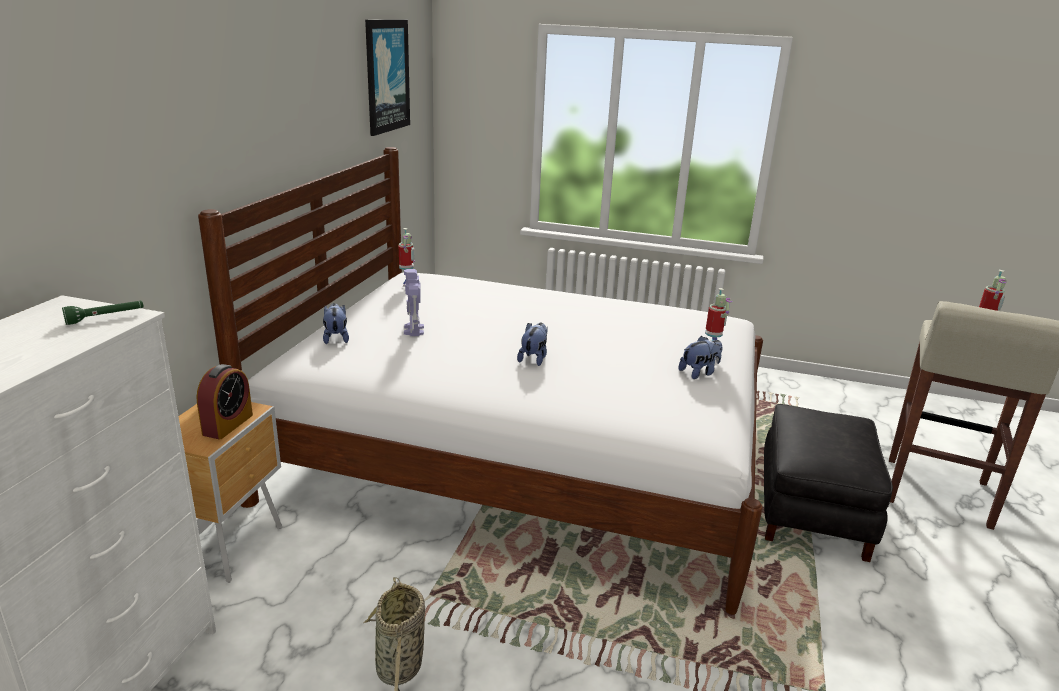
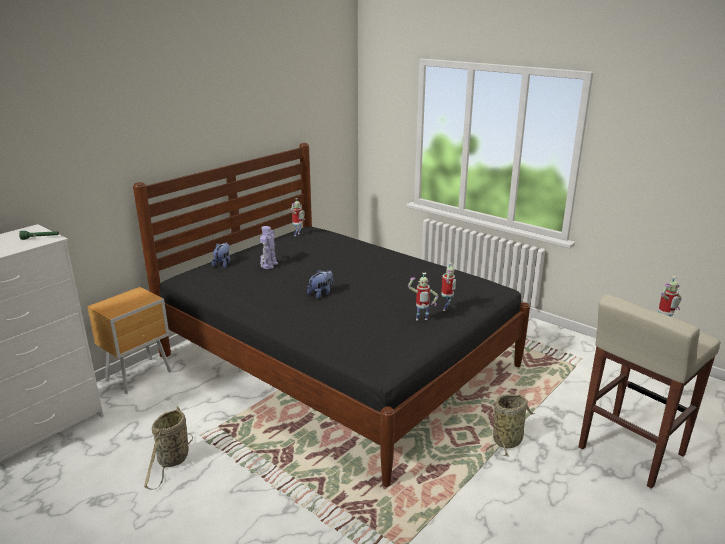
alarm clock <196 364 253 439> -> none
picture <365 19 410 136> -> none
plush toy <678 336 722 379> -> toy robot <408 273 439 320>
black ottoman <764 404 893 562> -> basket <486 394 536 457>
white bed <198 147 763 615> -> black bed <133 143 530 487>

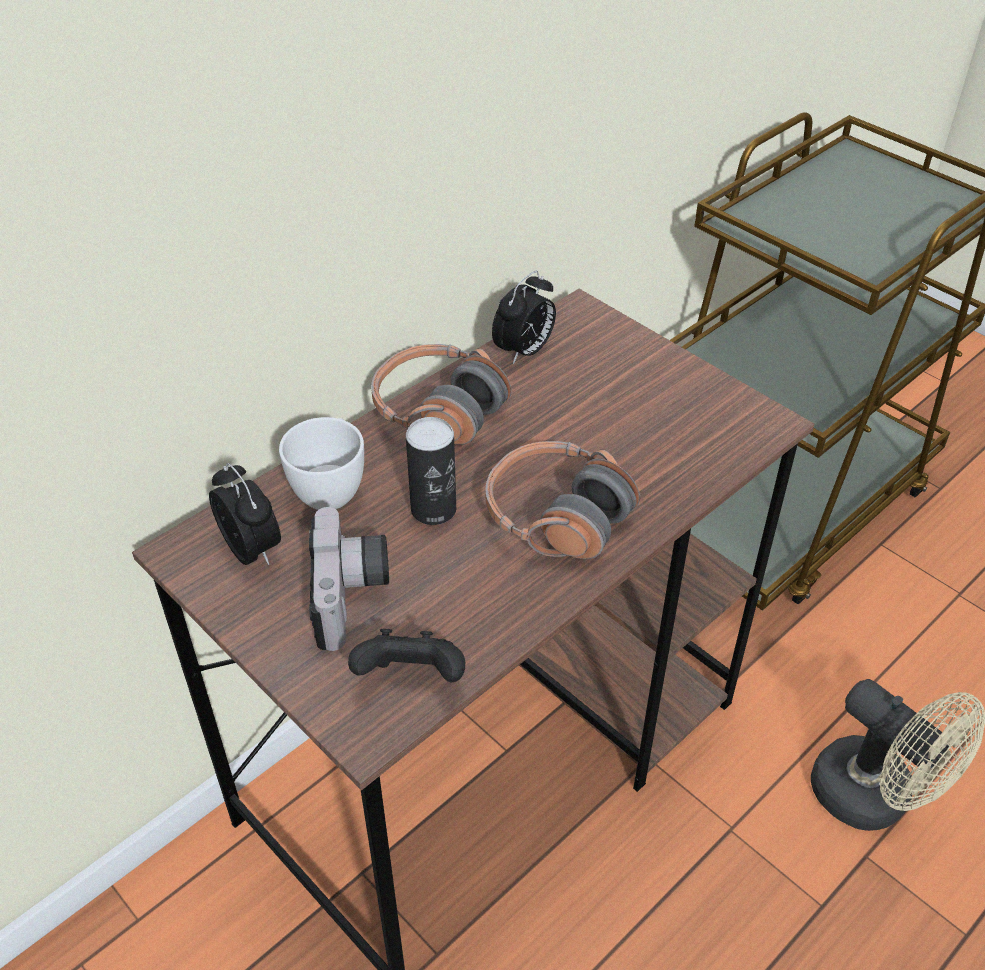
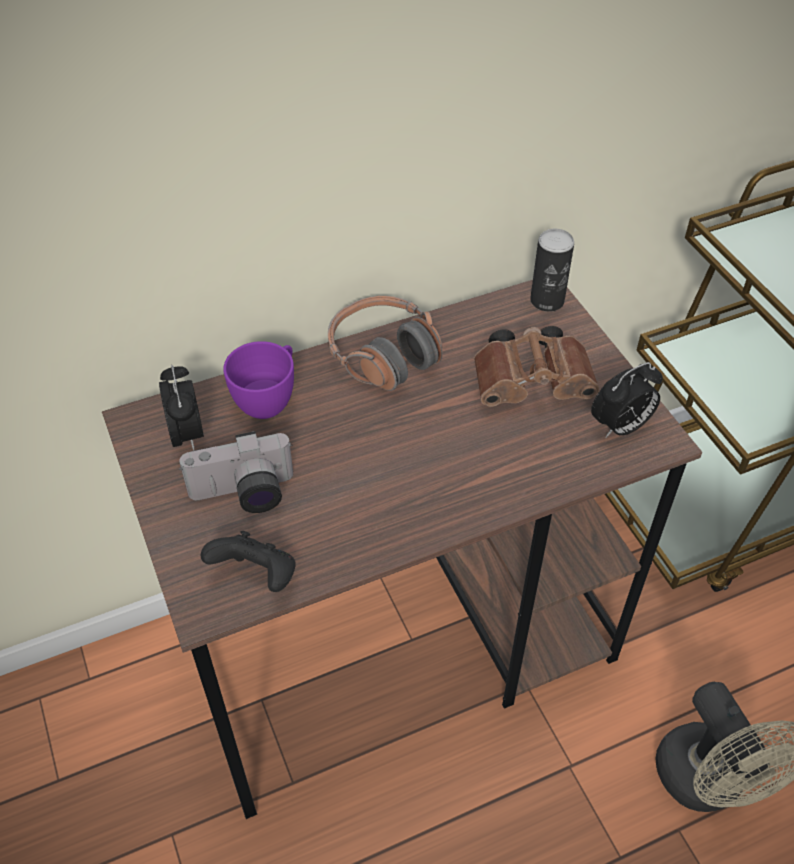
headphones <486 441 640 559> -> none
none -> brown binoculars <474 326 599 407>
can <406 417 456 525> -> can <530 229 574 312>, move
alarm clock <492 271 556 364> -> alarm clock <591 362 663 438>, move
white cup <279 417 364 510> -> purple cup <223 341 294 419>
photo camera <309 507 389 651> -> photo camera <179 431 293 513>, 60 degrees clockwise

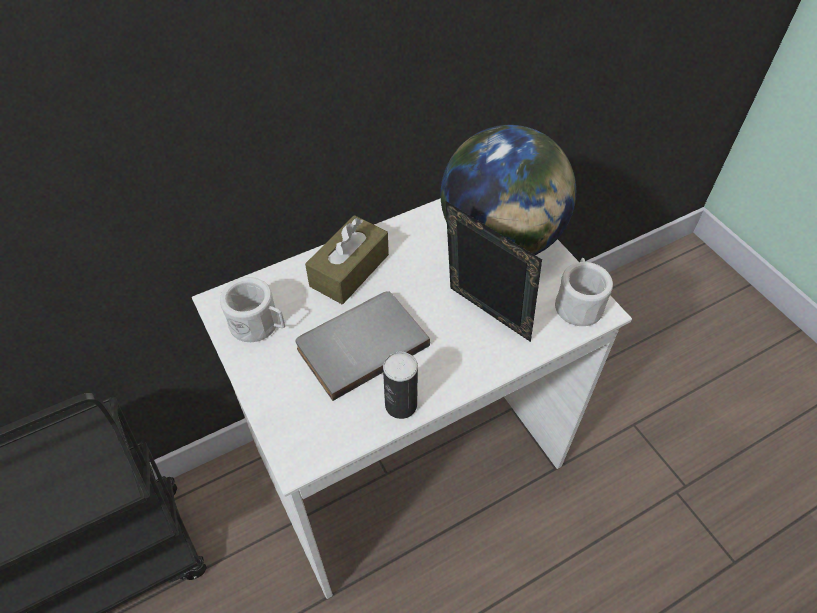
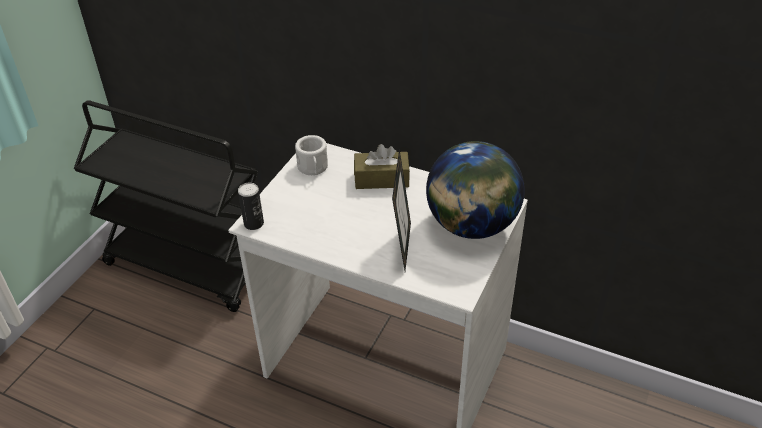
grey book <295 291 430 401> -> none
white mug <555 258 613 326> -> none
can <383 352 418 419> -> can <238 183 264 230>, move

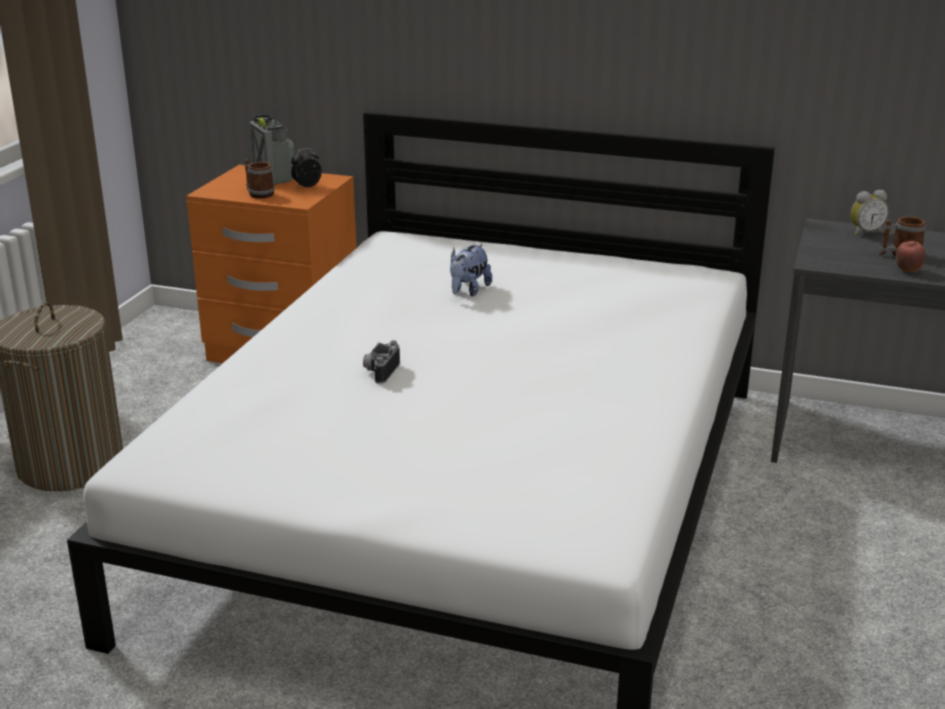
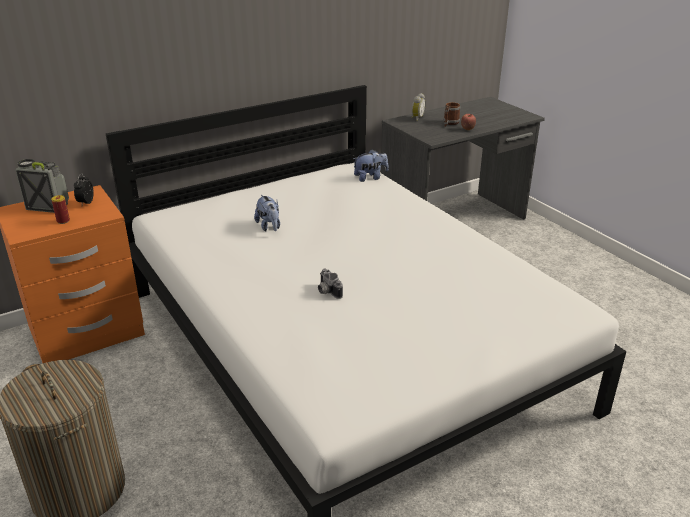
none -> plush toy <353 149 388 182>
mug <244 159 275 198> -> can <51 195 70 224>

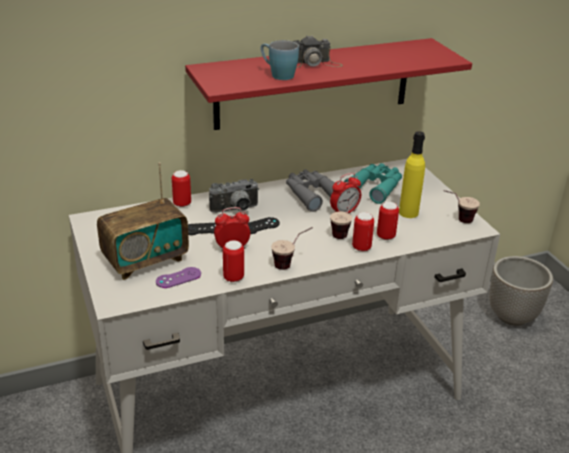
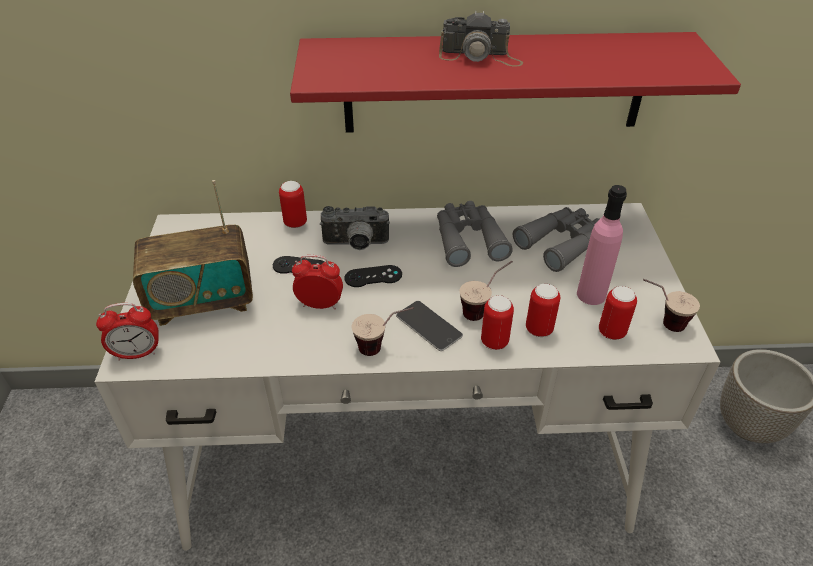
purple game controller <156 267 201 288> -> none
blue mug <261 40 299 80> -> none
none -> phone <396 301 463 351>
can <223 240 244 282> -> can <599 286 637 340>, move
alarm clock <330 173 361 213> -> alarm clock <96 303 159 361>, move
turquoise binoculars <344 163 402 204> -> grey binoculars <513 207 599 272>
yellow bottle <399 131 425 218> -> pink bottle <577 185 627 305>

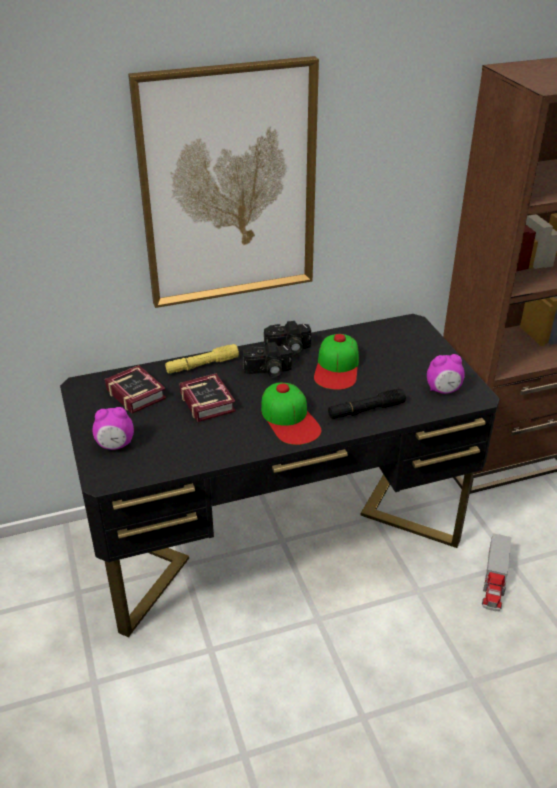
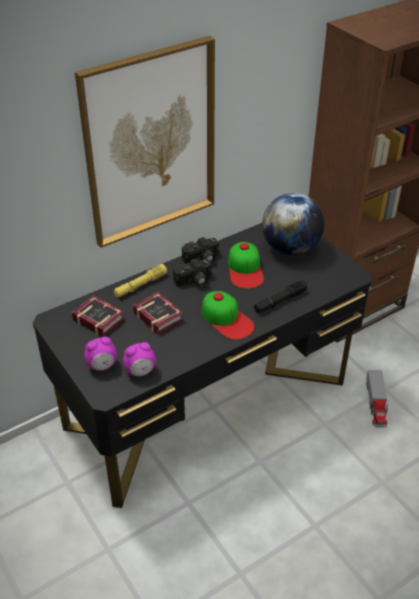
none -> globe <262 193 324 255>
alarm clock <427 354 465 394> -> alarm clock <123 342 156 377>, move

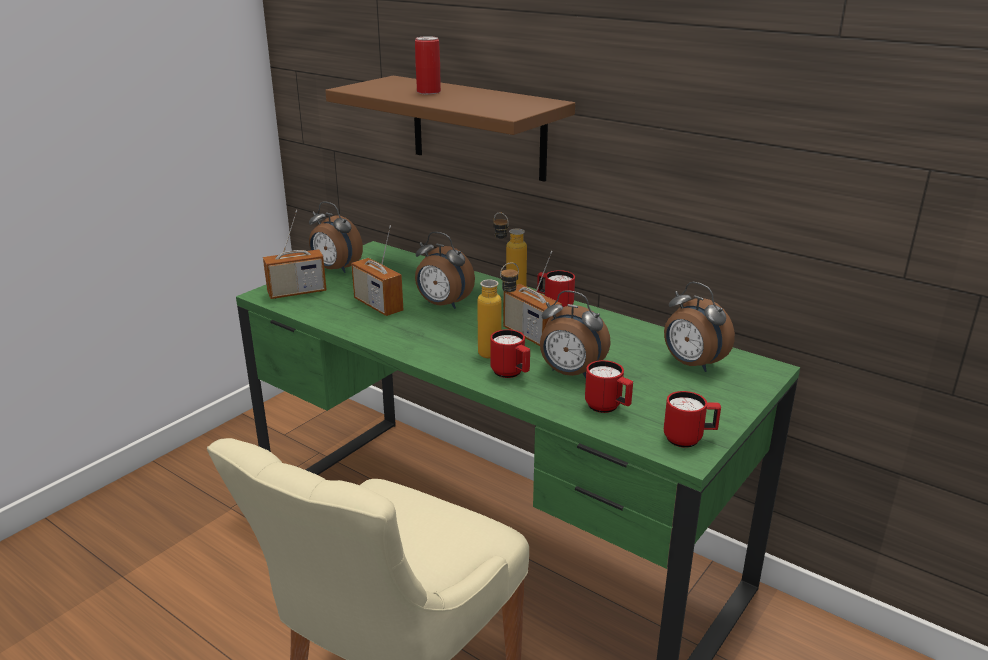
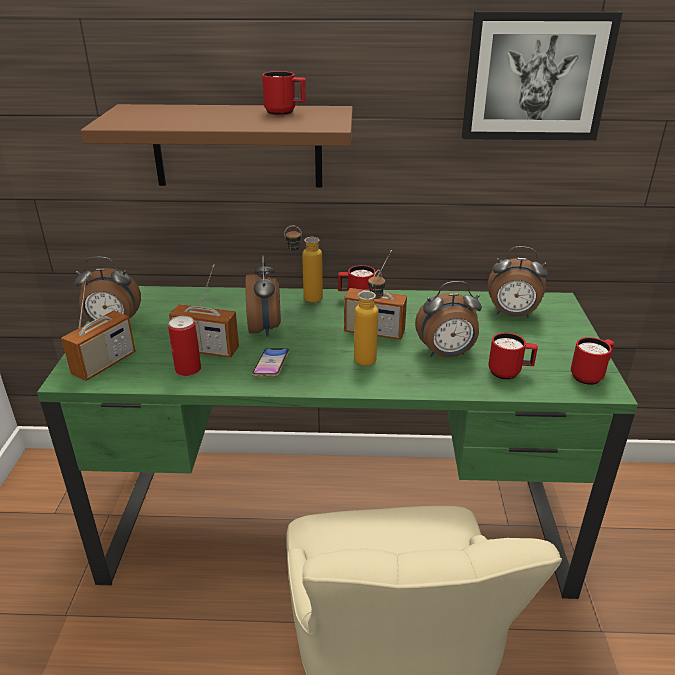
none -> phone <252 348 290 377>
none -> picture <462 11 622 140>
can <415 36 441 95> -> can <168 316 201 376>, move
red mug <490 329 530 378> -> red mug <262 71 306 115>, move
alarm clock <415 232 475 309> -> alarm clock <245 255 281 337>, 90 degrees counterclockwise

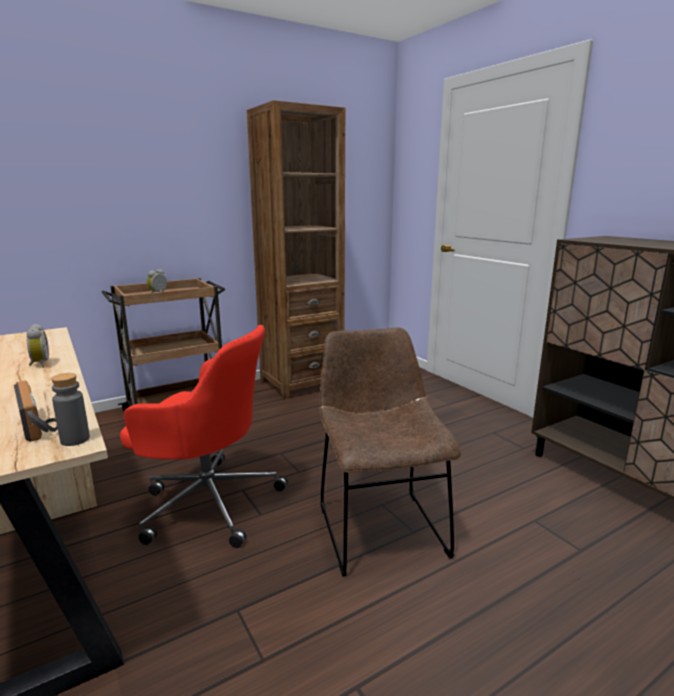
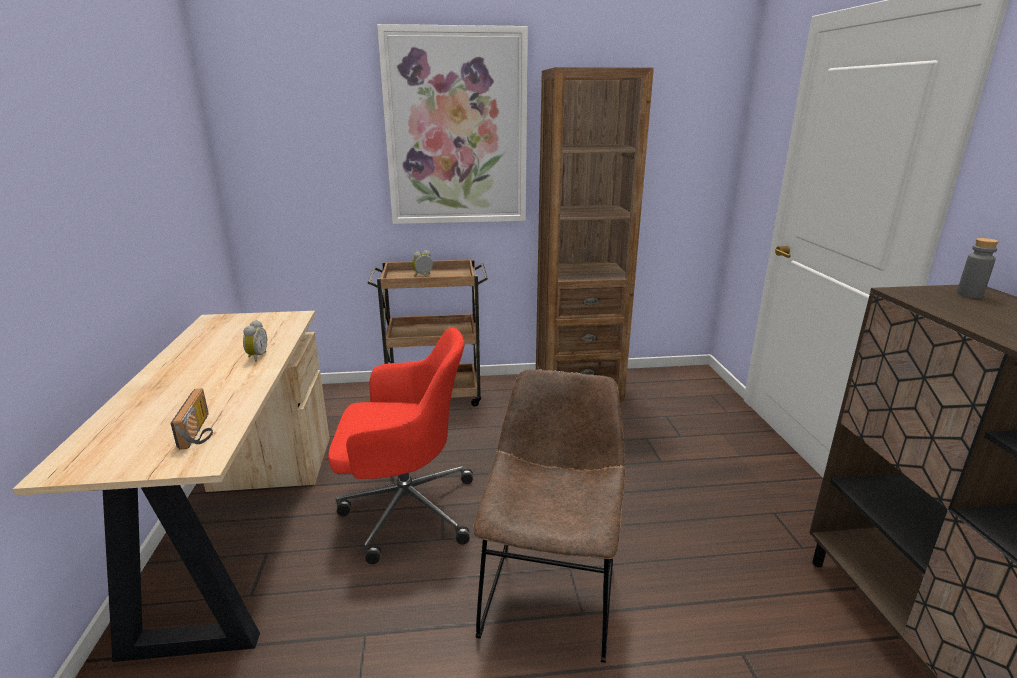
none -> picture <377 24 528 224>
grey bottle <51 373 90 446> -> grey bottle <957 238 999 298>, move
red office chair <120 325 288 548> -> red office chair <328 327 473 564>, 45 degrees counterclockwise

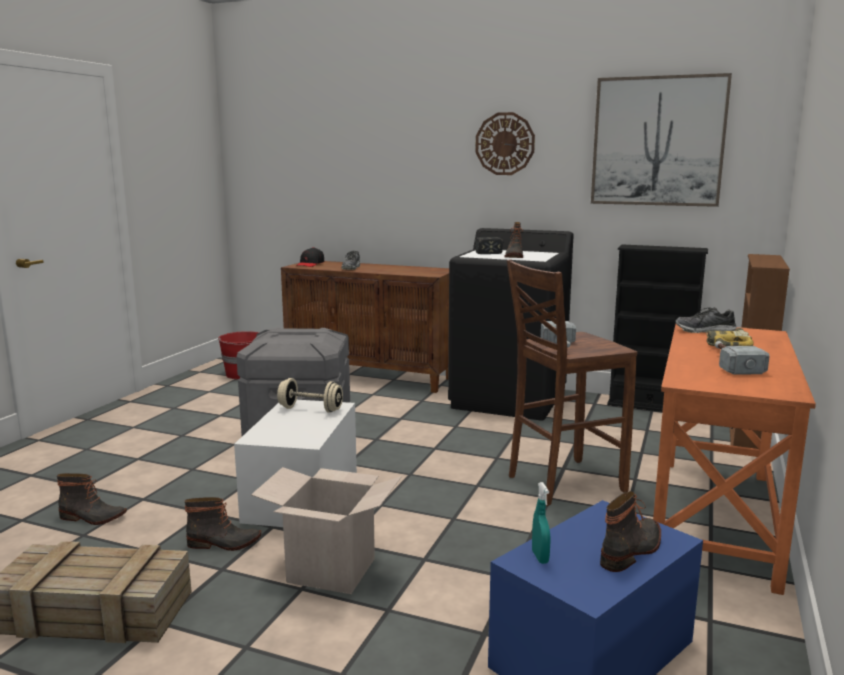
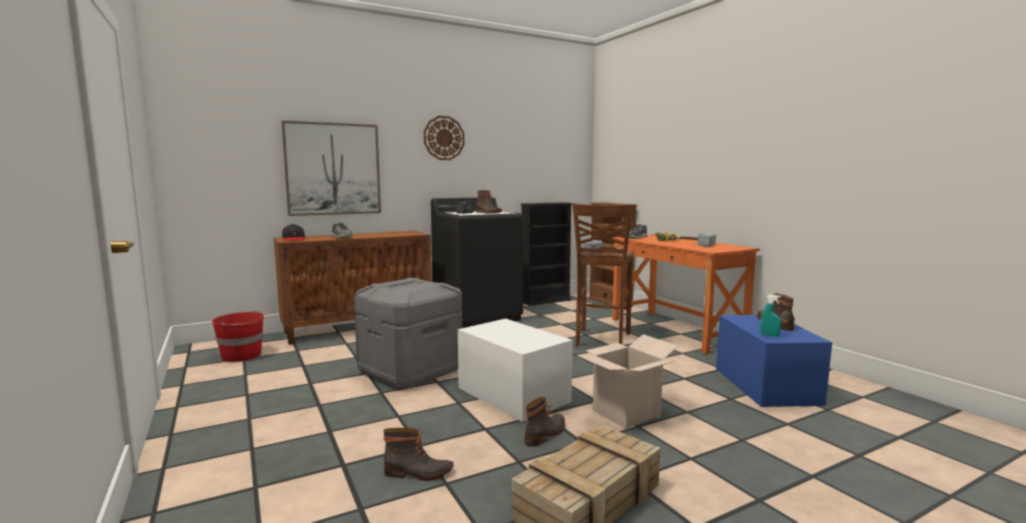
beige dumbbell <277 378 343 413> -> none
picture <591 73 732 207> -> picture <281 121 381 216>, move
boot <57 473 127 525> -> boot <383 428 453 481>, 45 degrees clockwise

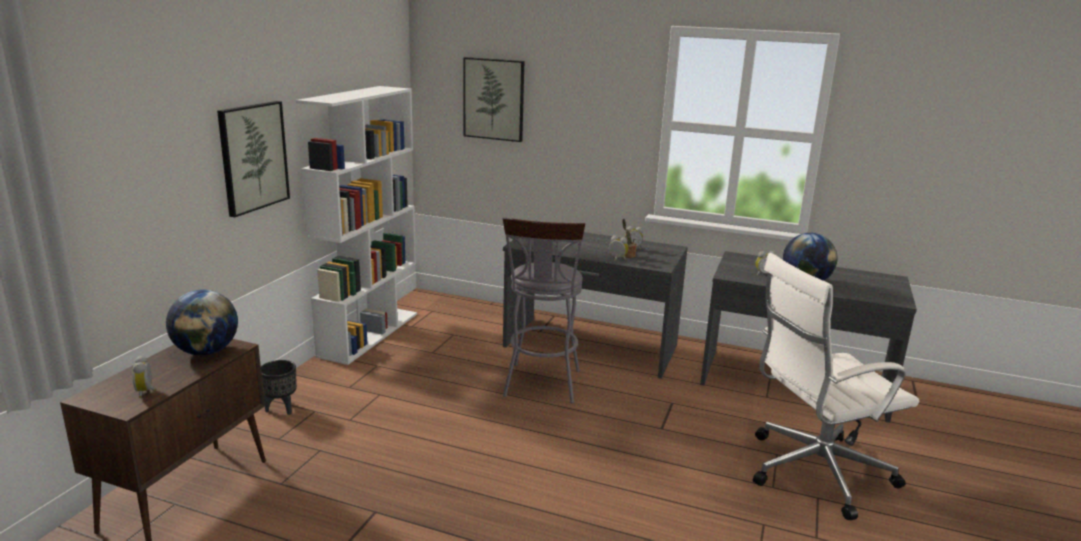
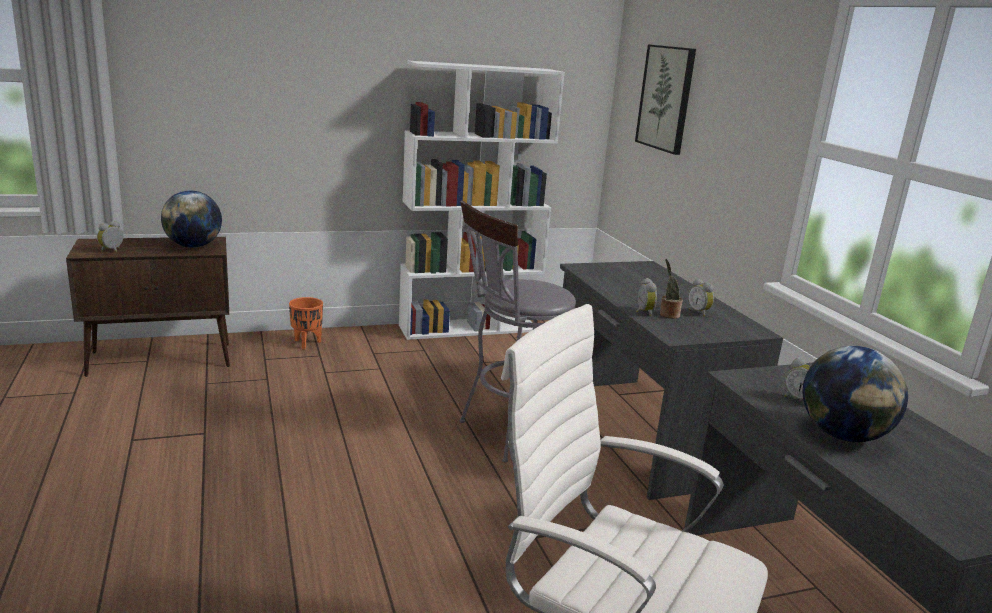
picture <217 101 290 217> -> none
black planter <261 360 297 415> -> orange planter <289 297 323 349>

